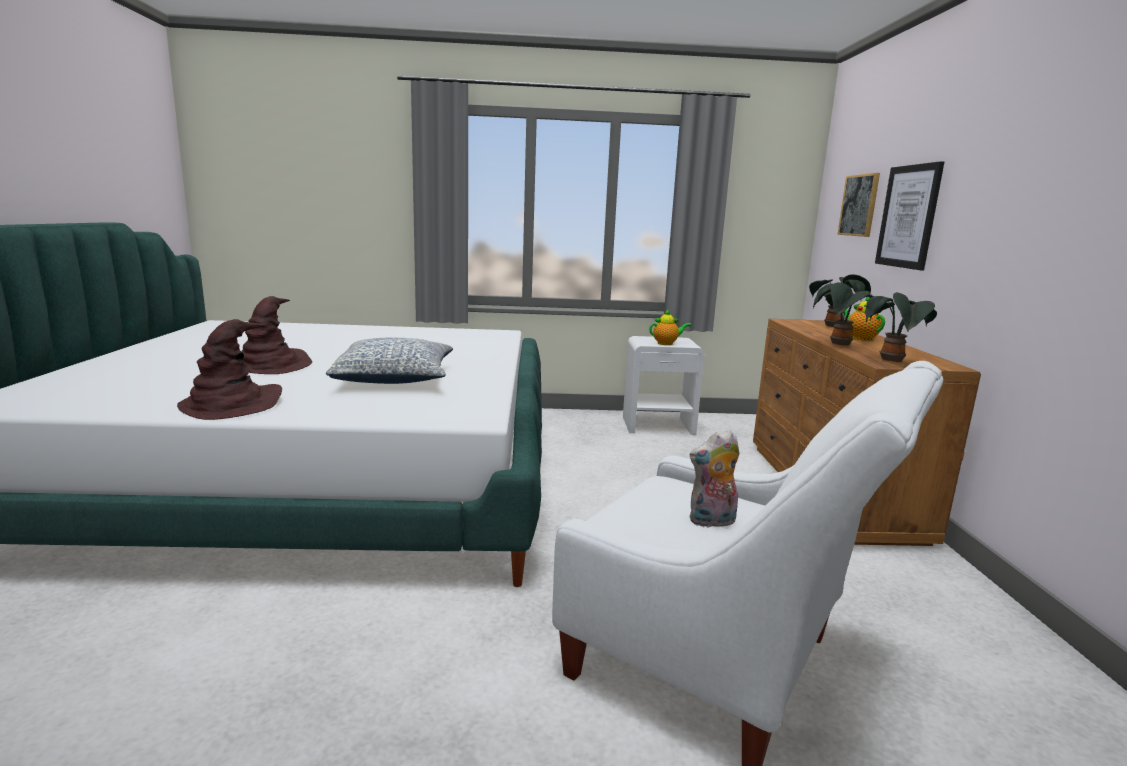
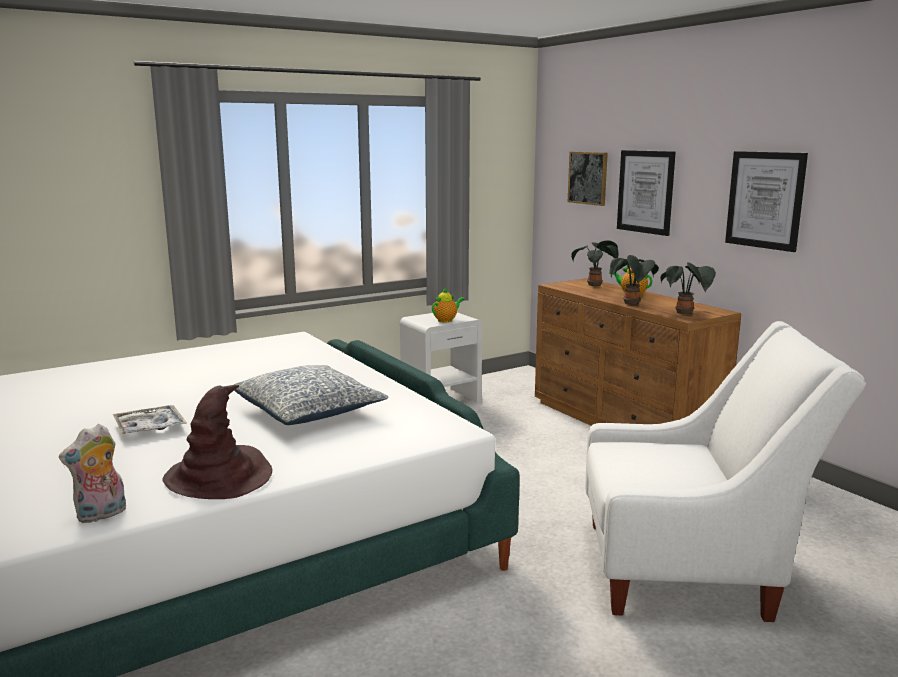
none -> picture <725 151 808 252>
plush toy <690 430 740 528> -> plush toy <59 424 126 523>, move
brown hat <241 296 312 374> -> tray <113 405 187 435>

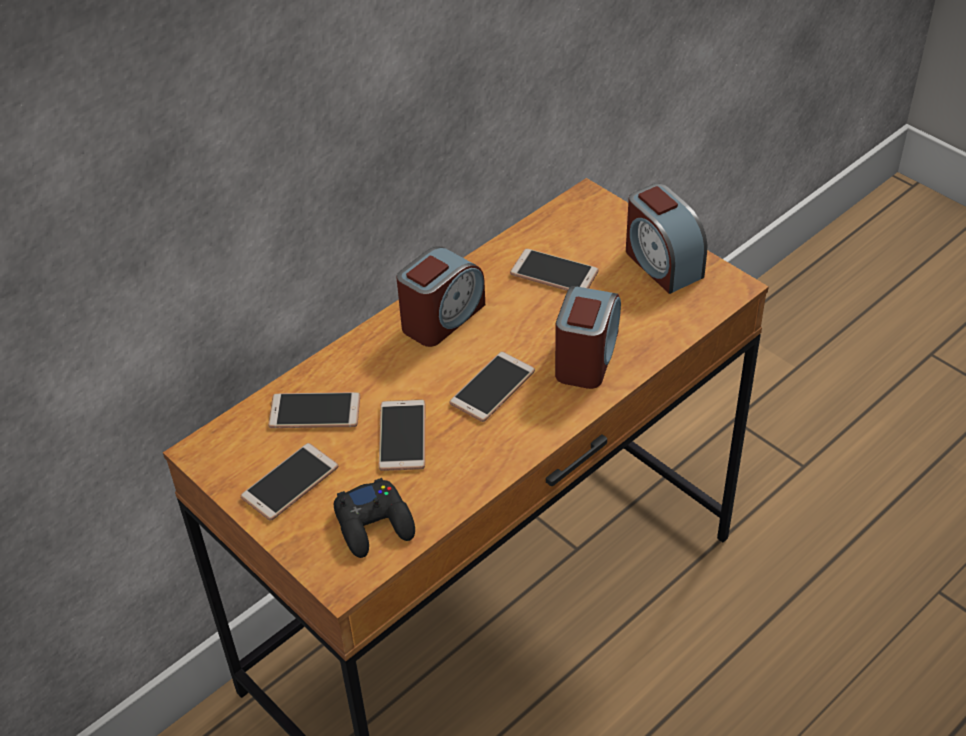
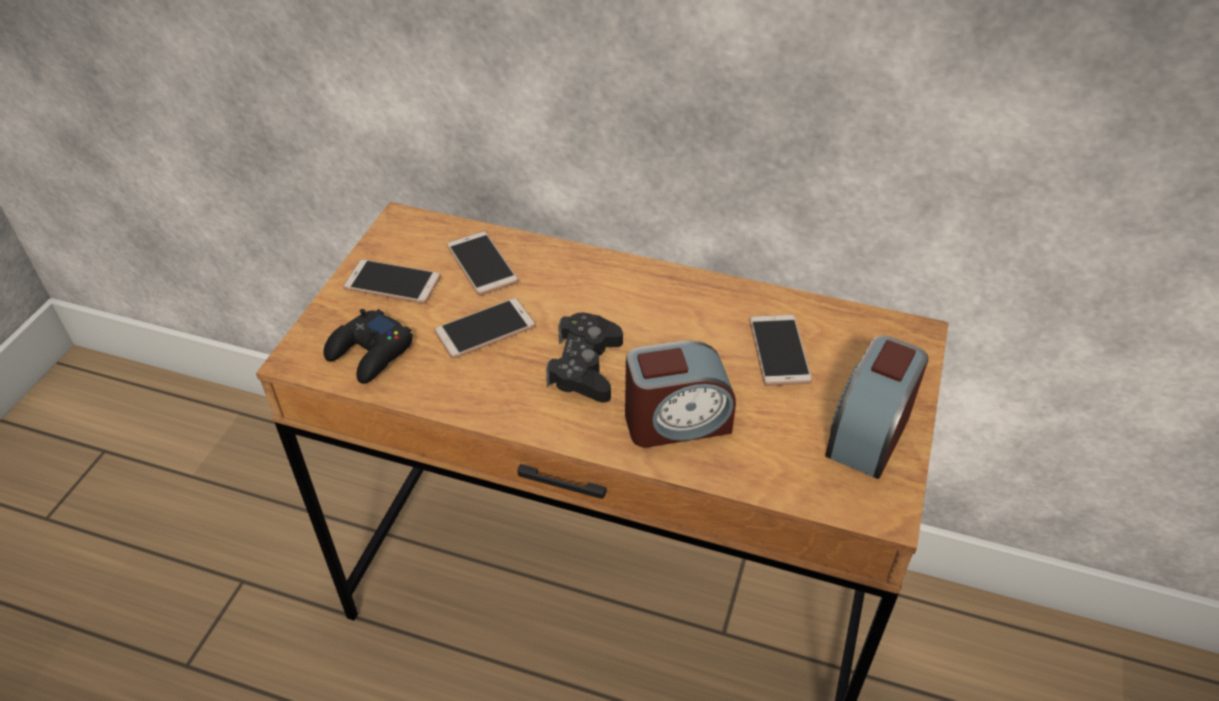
alarm clock <396 246 485 347> -> none
phone <449 351 535 422> -> black game controller <546 312 623 402>

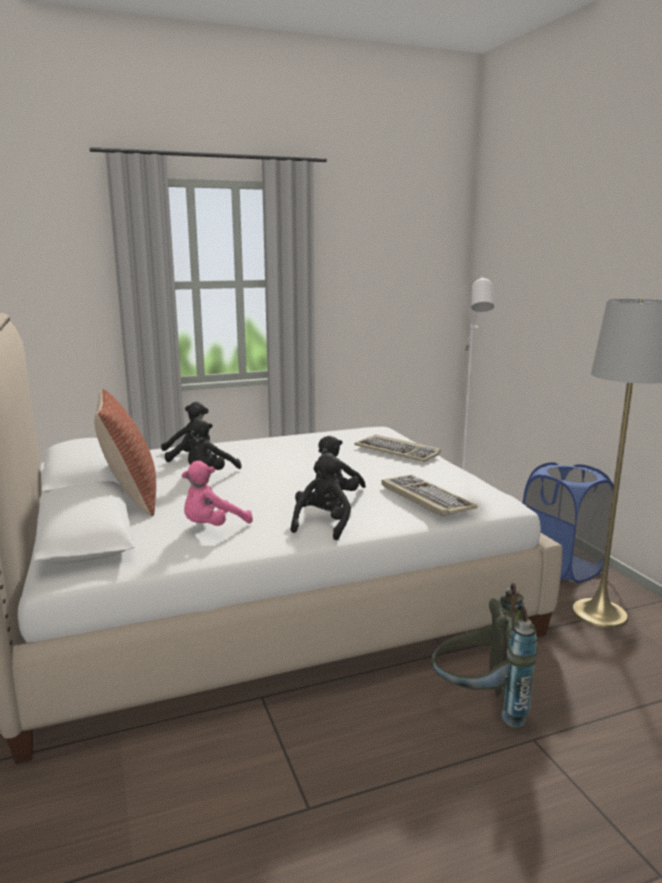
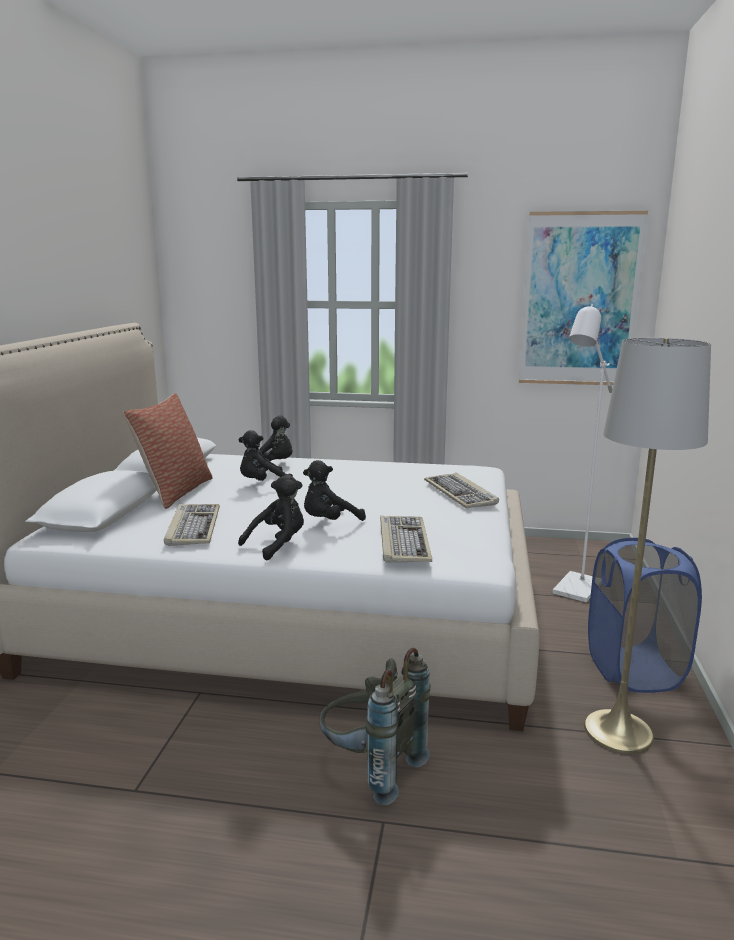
none -> picture <519 211 648 385>
pink plush toy <182 461 253 526> -> keyboard <164 504 220 546>

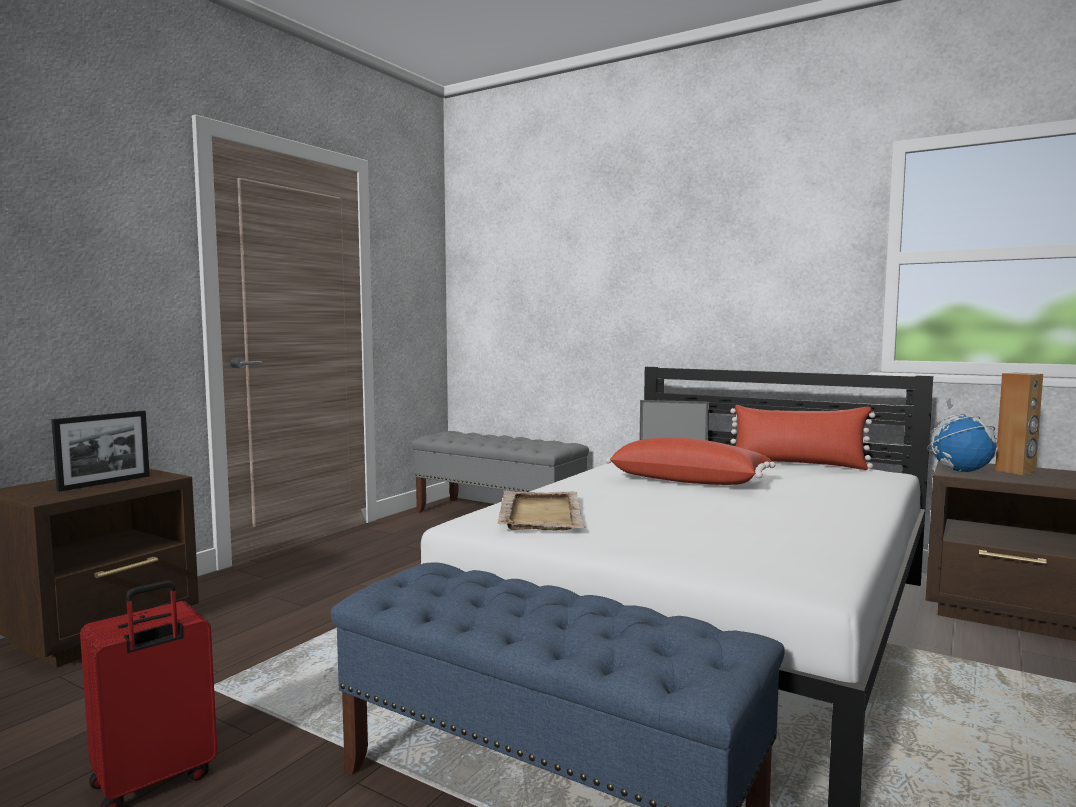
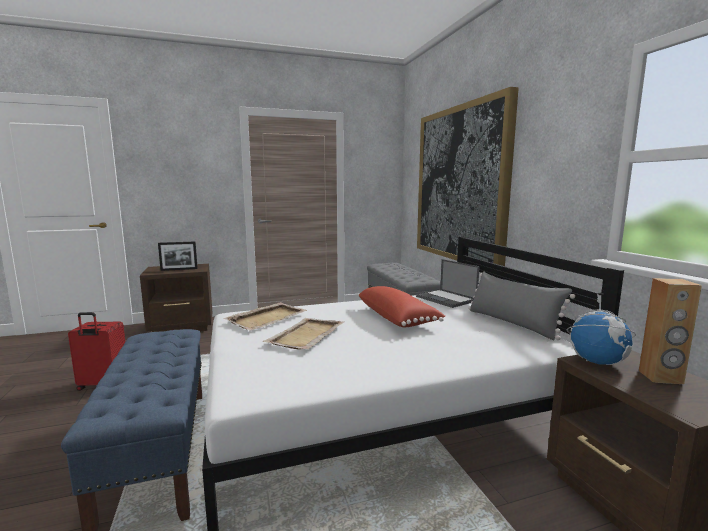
none -> beige tray <263 318 344 350>
none -> picture <417 87 519 266>
red pillow <730 405 875 470> -> grey pillow <468 271 575 340>

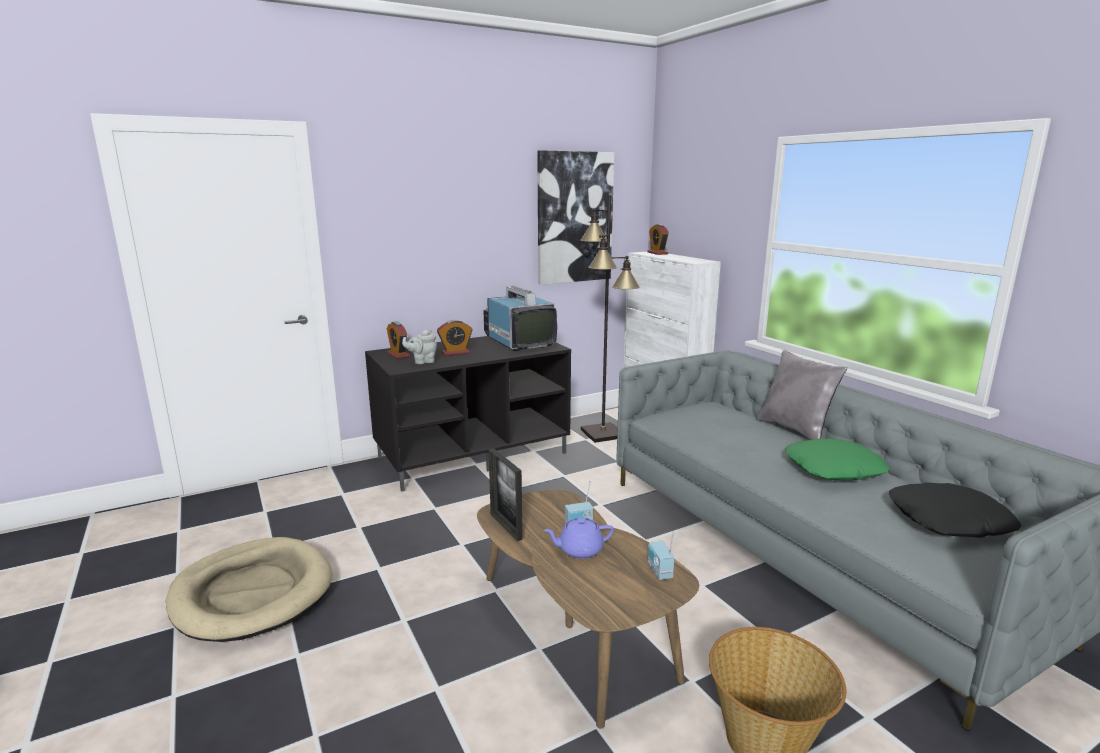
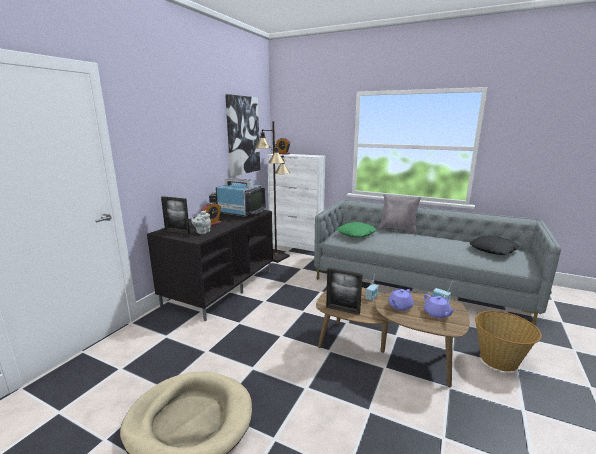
none -> purple teapot <424 294 456 318>
green pillow <785 439 889 480> -> green pillow <337 222 377 238>, move
alarm clock <387 321 410 359> -> picture frame <161 196 190 234>

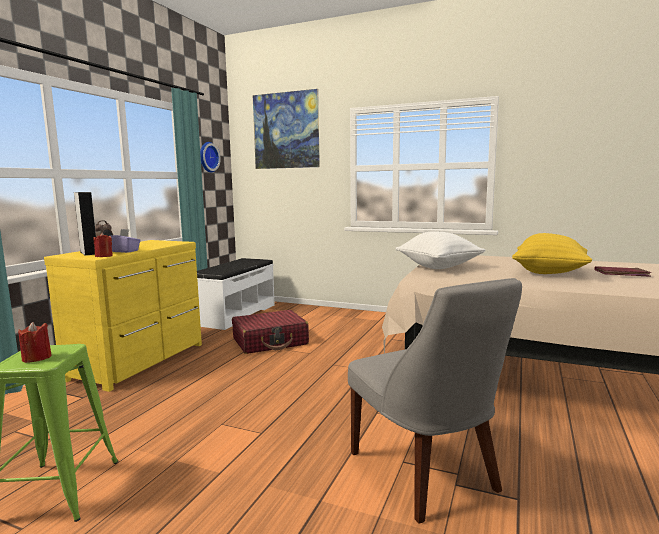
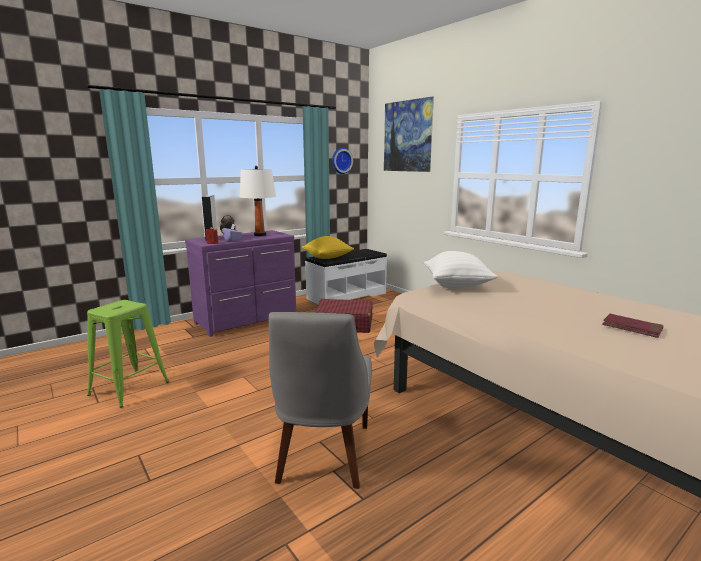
red candle <18 322 52 363> -> none
none -> white table lamp <240 166 276 236>
yellow pillow <512 233 592 274> -> yellow pillow <302 236 354 259>, move
yellow dresser <44 240 202 392> -> purple dresser <185 230 296 337>

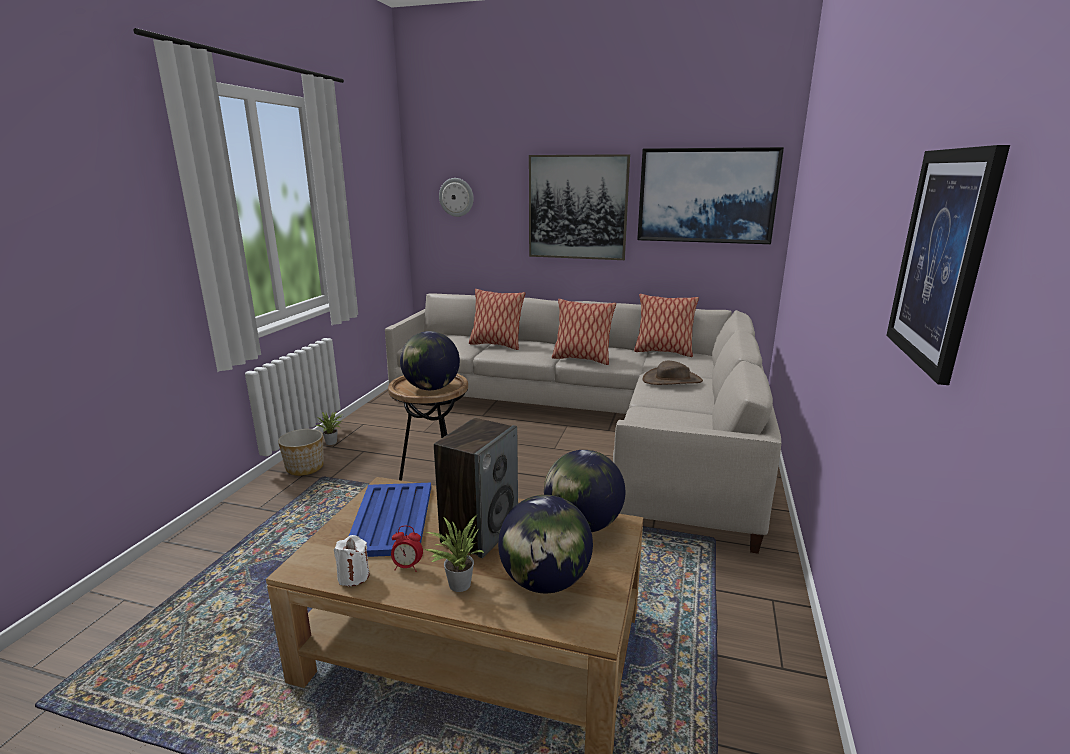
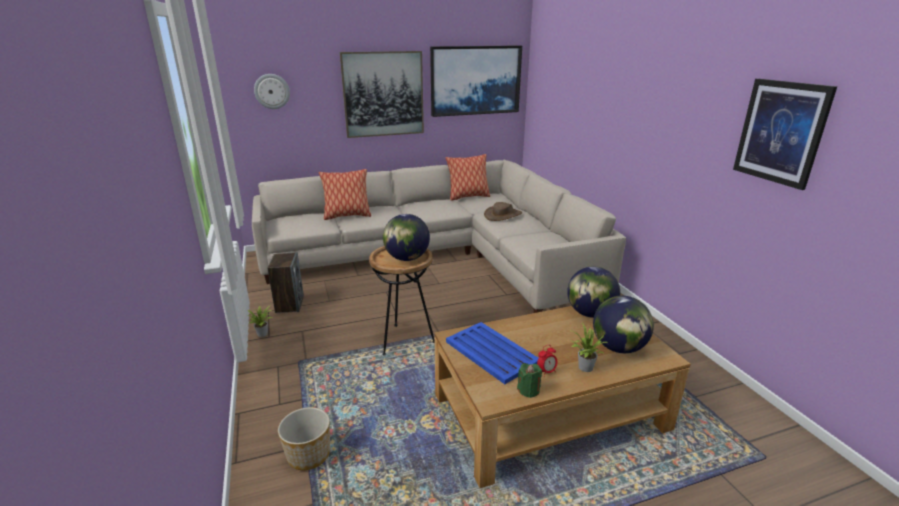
pillow <552 299 616 365> -> none
planter <278 429 324 476> -> planter <278 407 330 470>, move
speaker <434 418 518 558> -> speaker <267 252 304 313>, move
white candle <334 535 369 586> -> green candle <517 363 542 398>

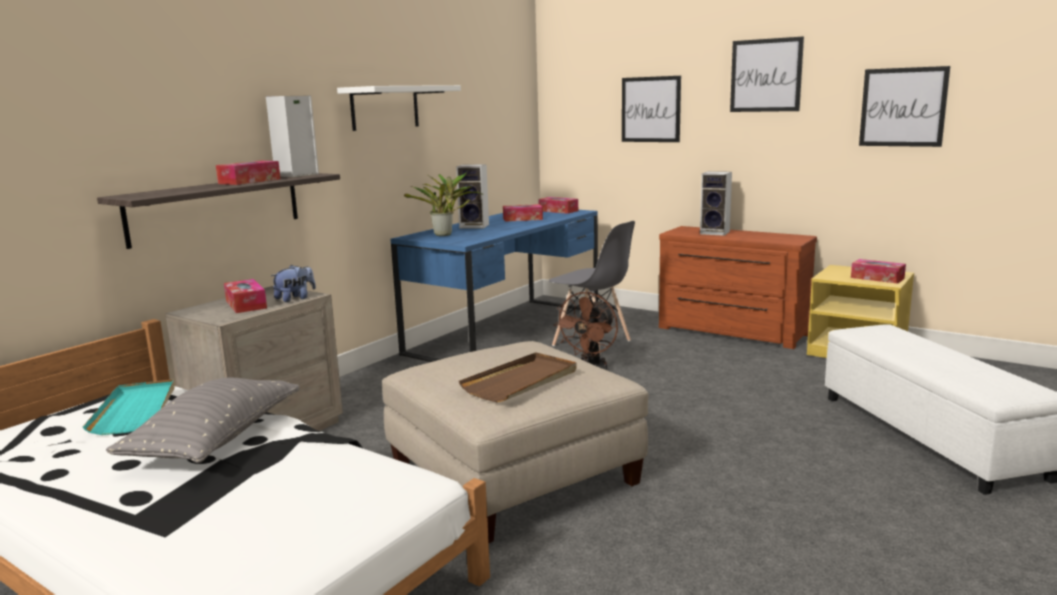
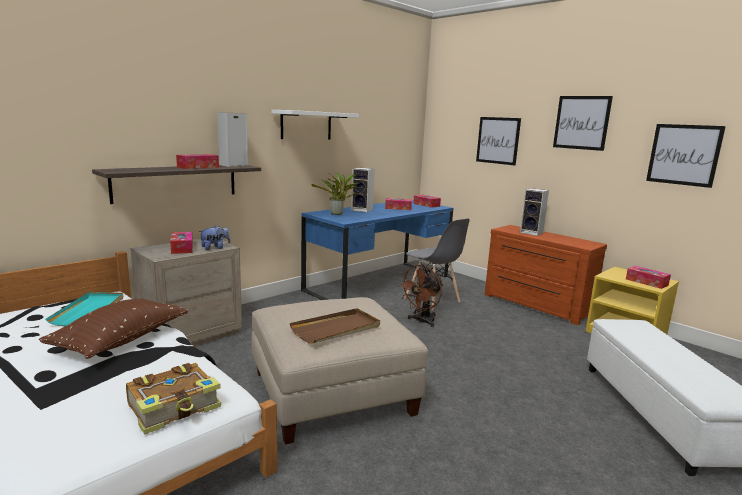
none -> book <126 363 221 435>
grey pillow <106 377 300 463> -> brown pillow <39 299 188 359>

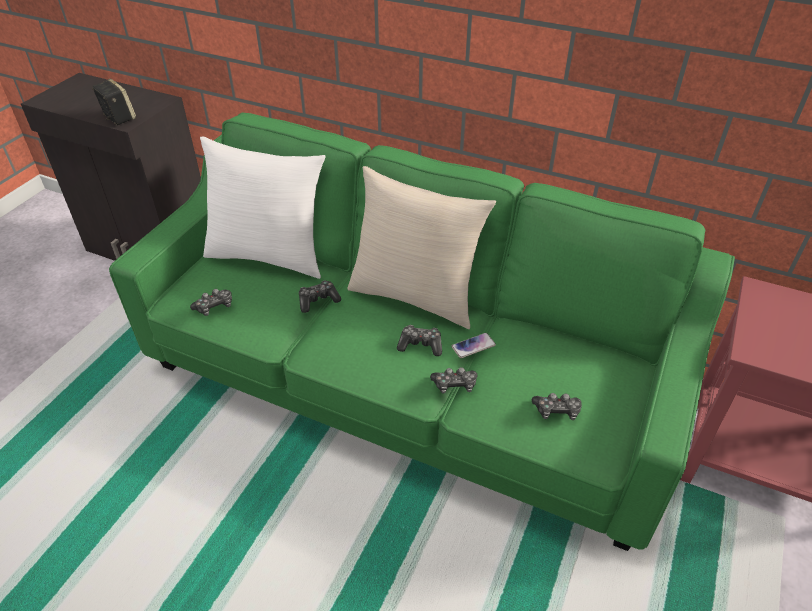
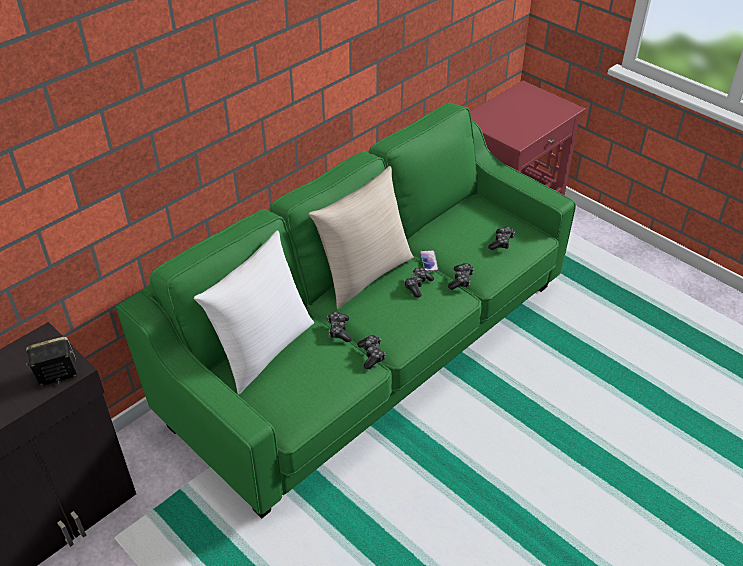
game controller <190 289 232 316> -> game controller <357 335 385 369>, move

